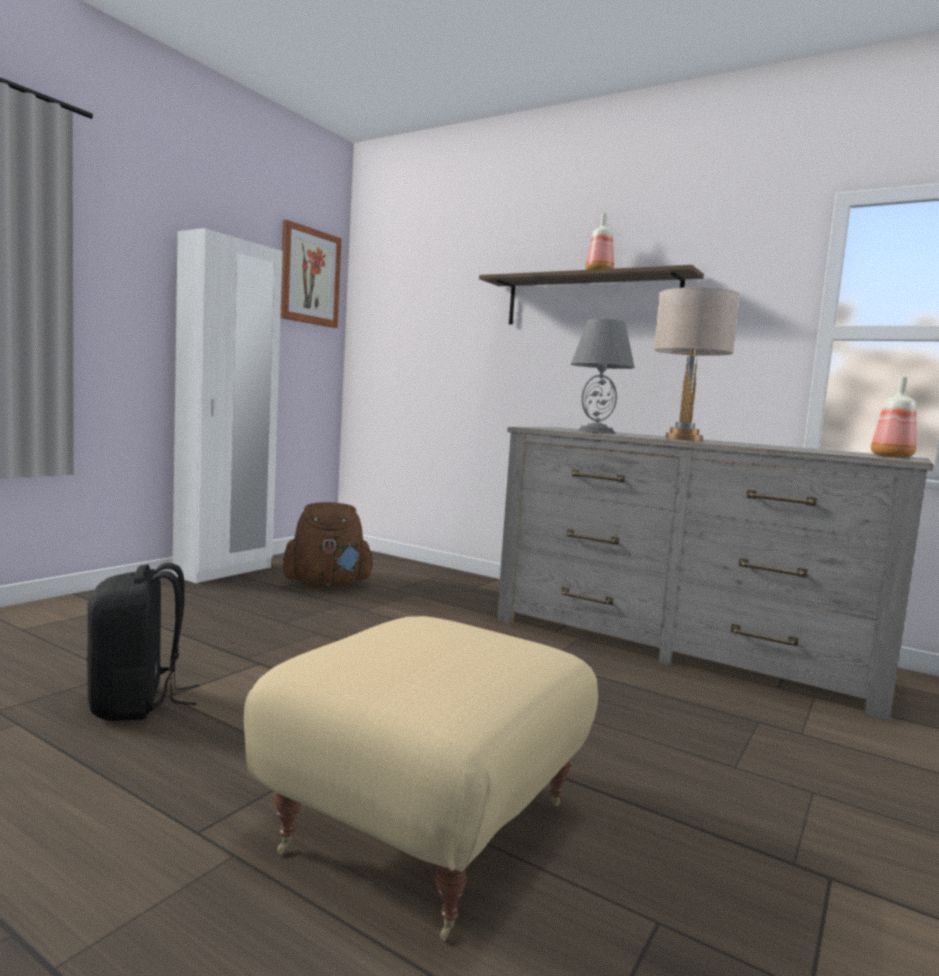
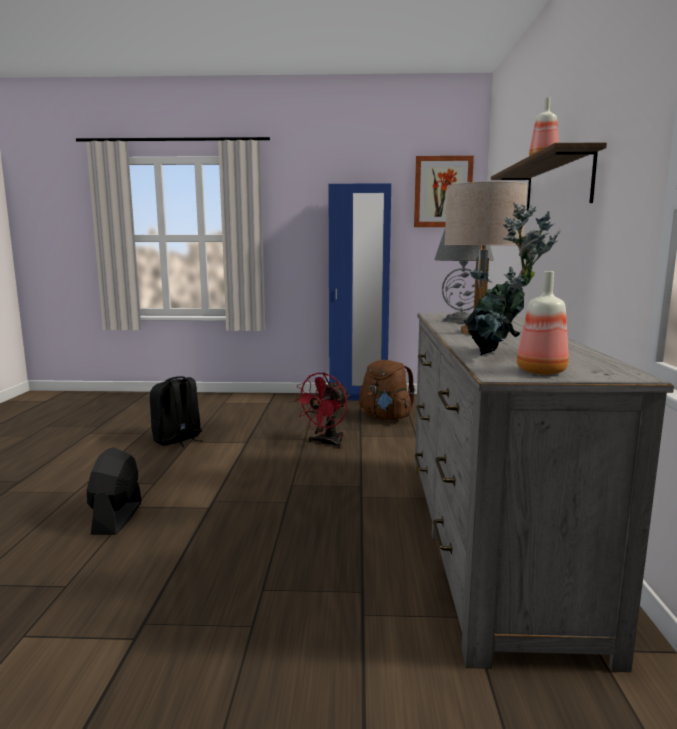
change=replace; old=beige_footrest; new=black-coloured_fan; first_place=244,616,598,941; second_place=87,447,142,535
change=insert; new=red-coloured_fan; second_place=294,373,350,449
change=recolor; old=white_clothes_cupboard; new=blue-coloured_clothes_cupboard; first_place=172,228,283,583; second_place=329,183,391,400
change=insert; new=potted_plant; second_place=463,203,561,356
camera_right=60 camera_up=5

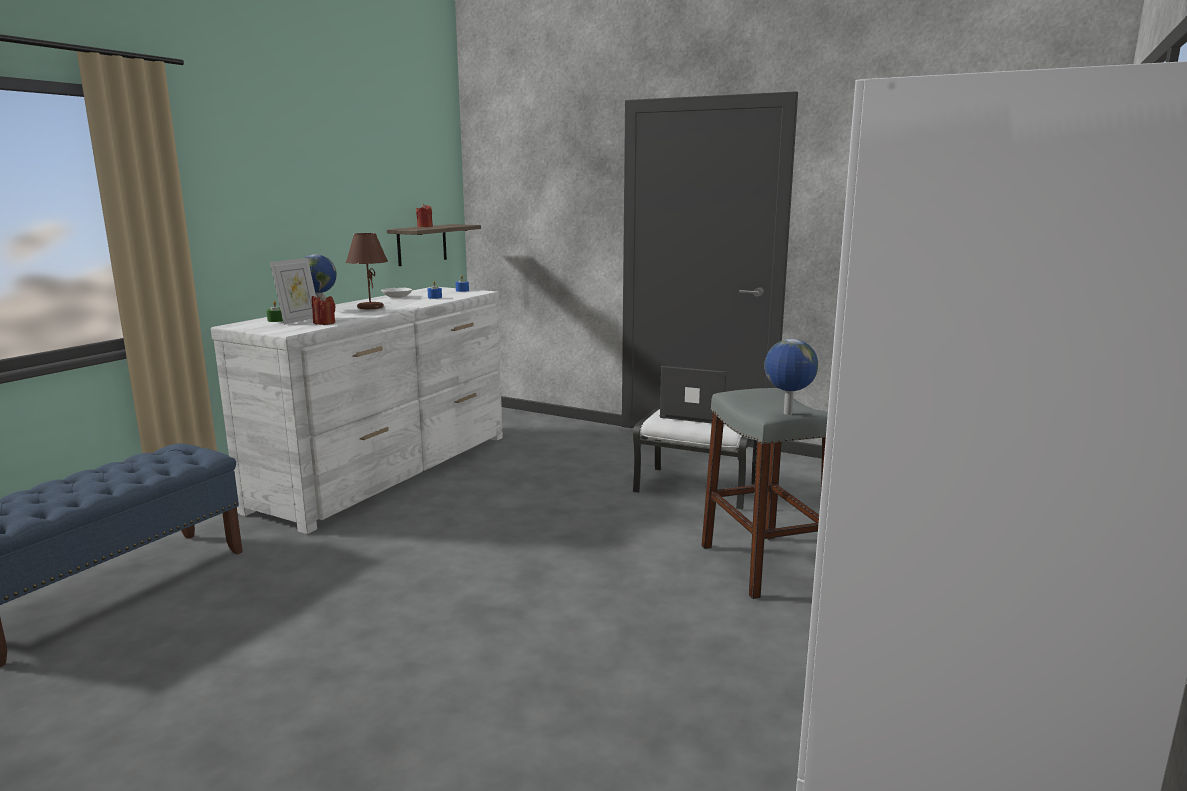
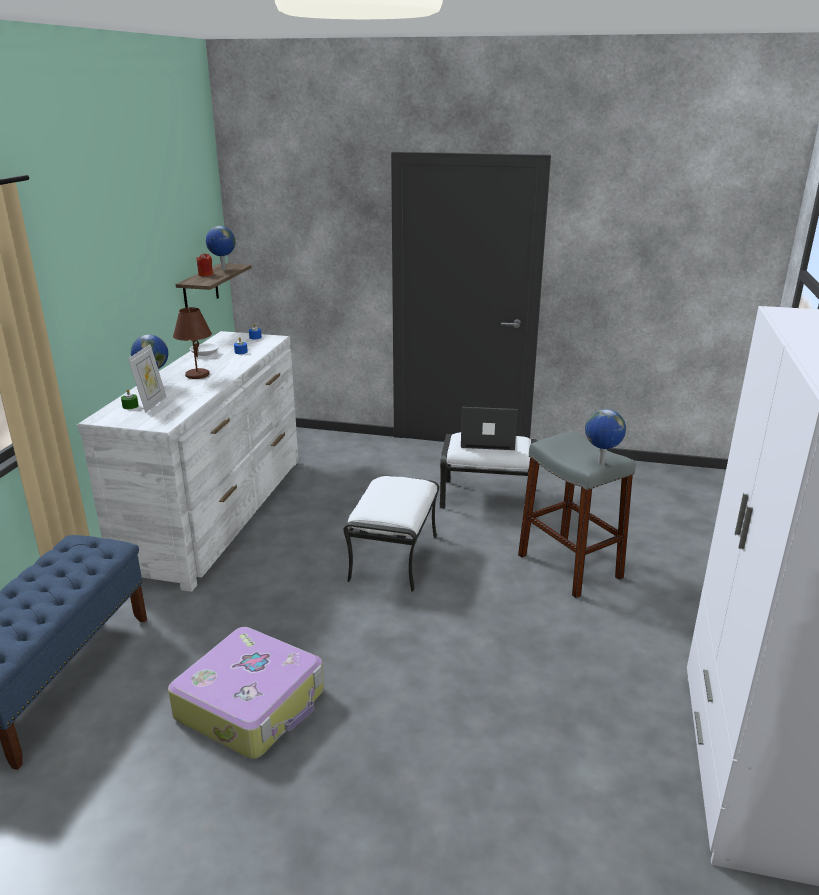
change=insert; new=suitcase; second_place=168,627,324,759
change=insert; new=desk_globe; second_place=206,226,235,270
change=insert; new=white_footrest; second_place=343,475,439,592
change=delete; old=red-coloured_candle; first_place=312,293,336,325
camera_right=-15 camera_up=10

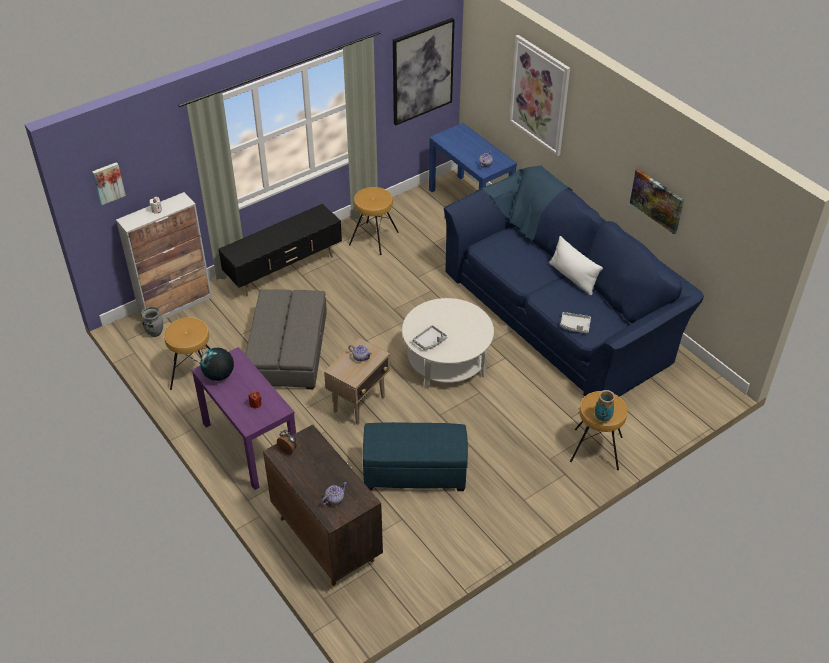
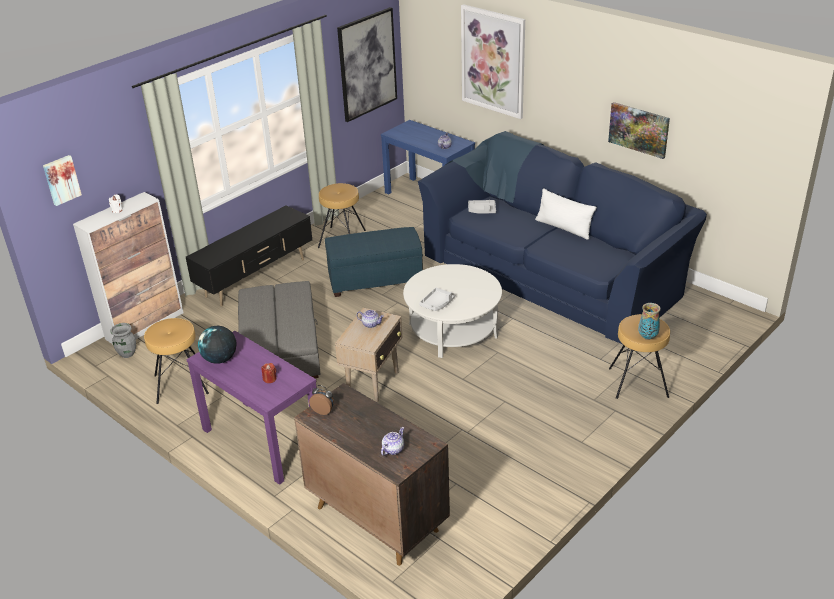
change=move; old=blue-coloured_footrest; first_place=363,422,468,491; second_place=325,227,423,297
change=move; old=grey_tray; first_place=560,312,591,333; second_place=468,200,496,214
camera_right=-10 camera_up=-10

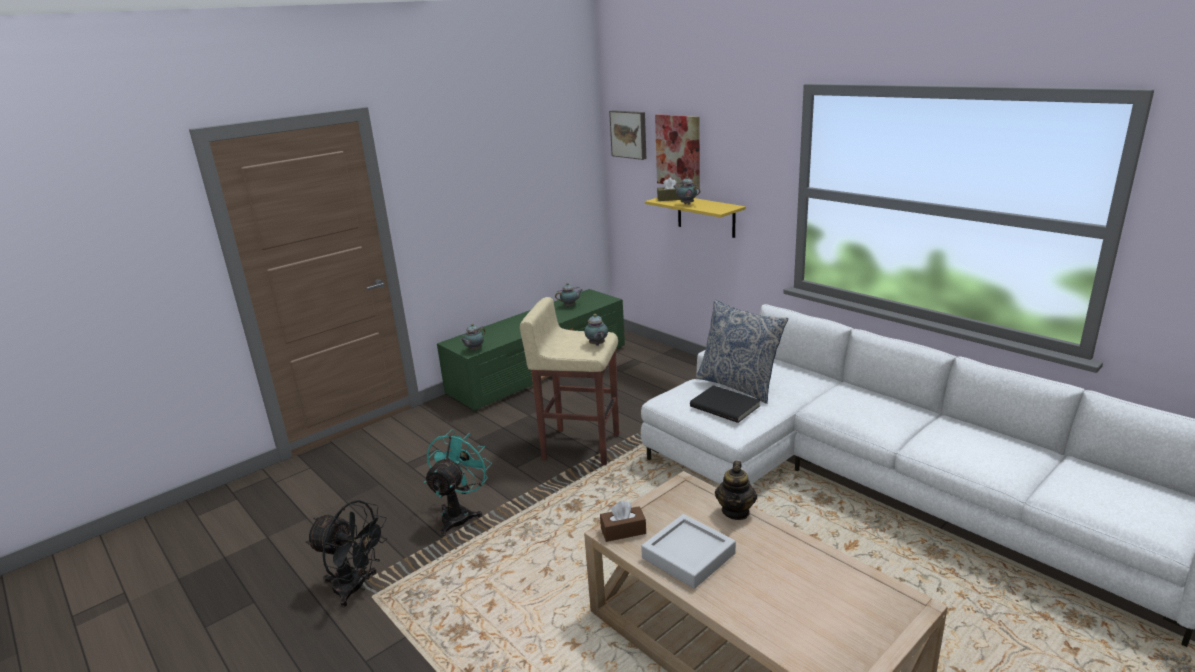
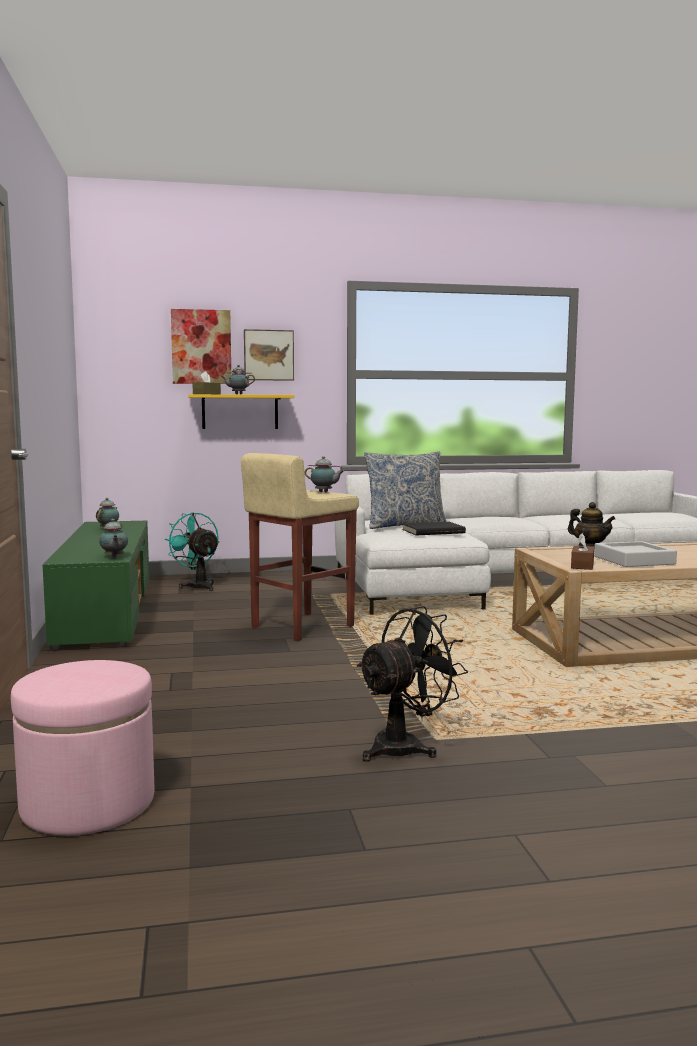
change=insert; new=pink-coloured_footrest; second_place=11,660,154,836
change=move; old=turquoise_fan; first_place=424,429,492,536; second_place=164,513,220,591
change=move; old=picture; first_place=609,110,646,160; second_place=244,329,294,381
camera_right=-60 camera_up=-15

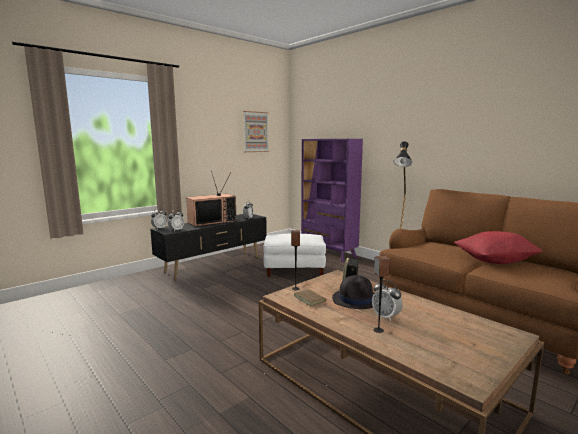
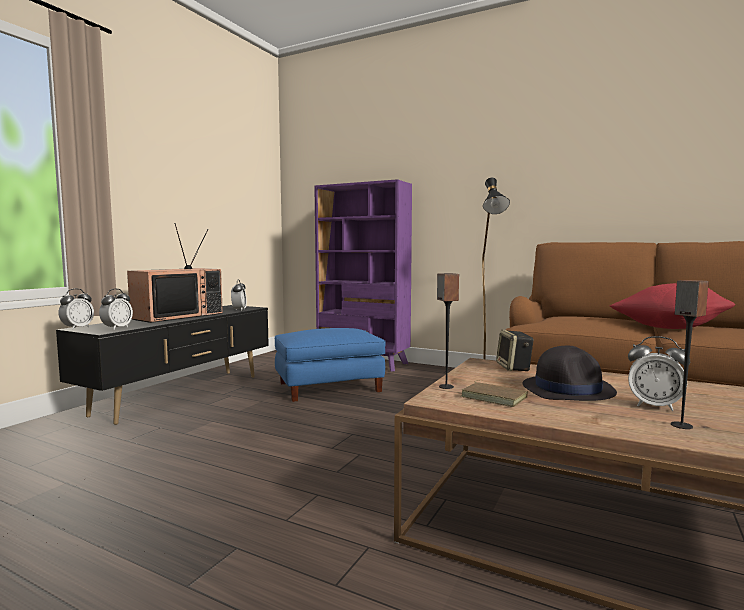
change=recolor; old=white_footrest; new=blue-coloured_footrest; first_place=263,234,326,277; second_place=275,328,386,402
change=delete; old=picture; first_place=243,111,269,152
camera_right=-20 camera_up=-5

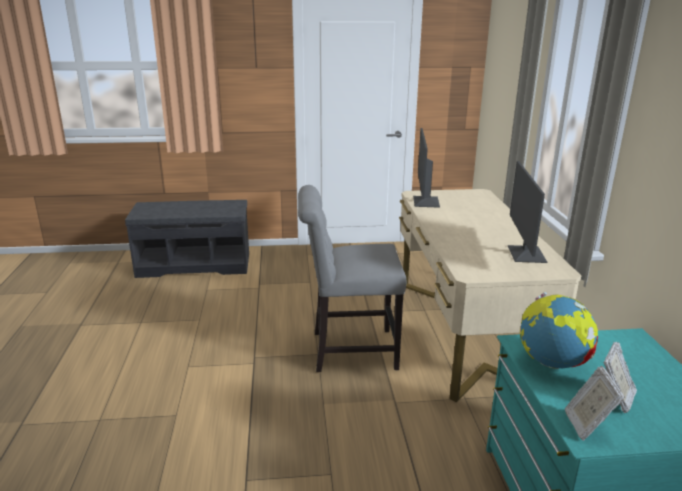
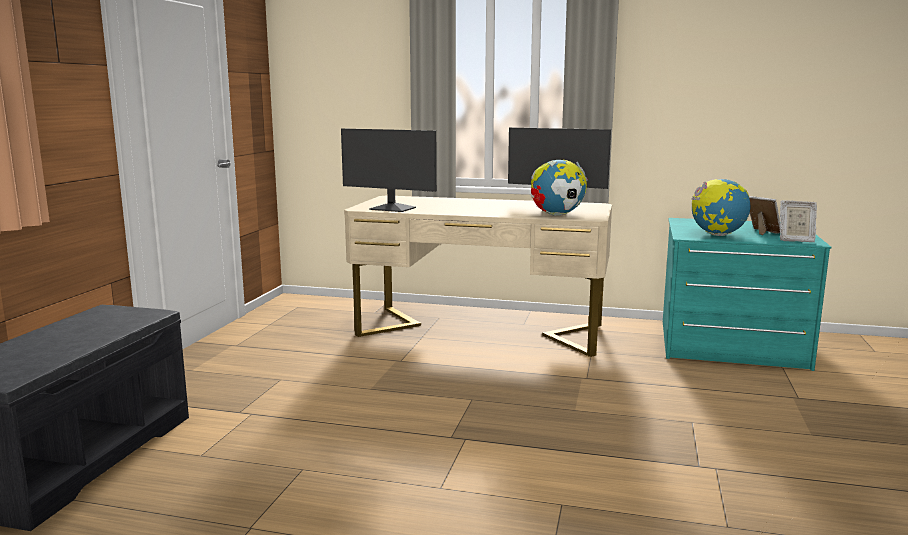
change=insert; new=desk_globe; second_place=531,160,588,216
change=delete; old=grey_upright_chair; first_place=298,185,406,372
camera_right=-70 camera_up=-10

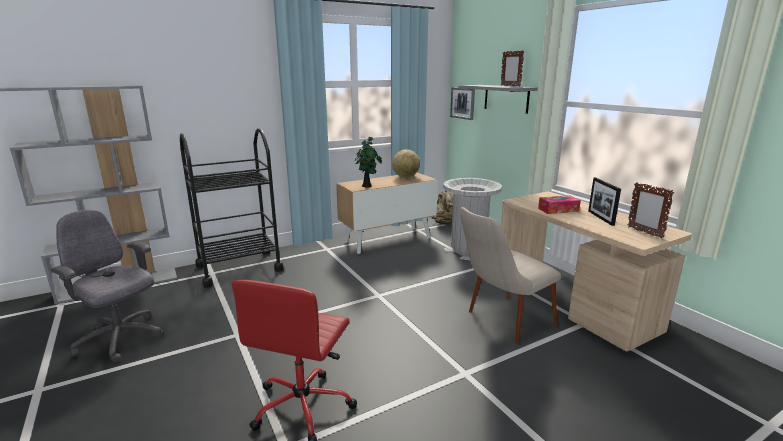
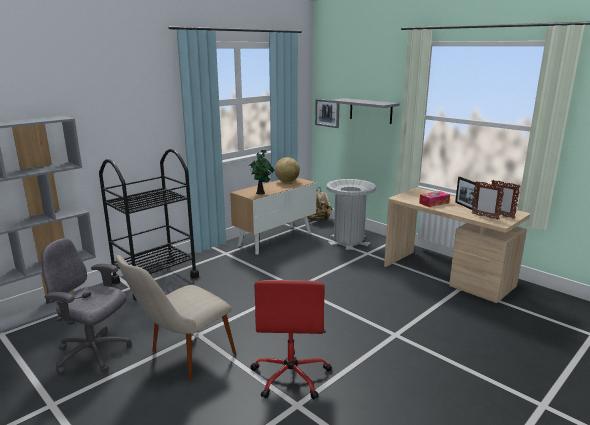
change=move; old=beige_upright_chair; first_place=460,207,562,344; second_place=116,255,236,381
change=move; old=standing_frame; first_place=501,50,524,87; second_place=472,181,505,220
camera_right=-15 camera_up=0

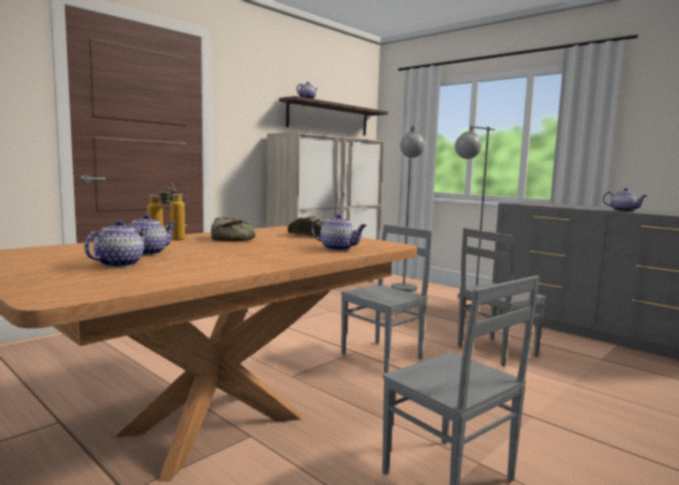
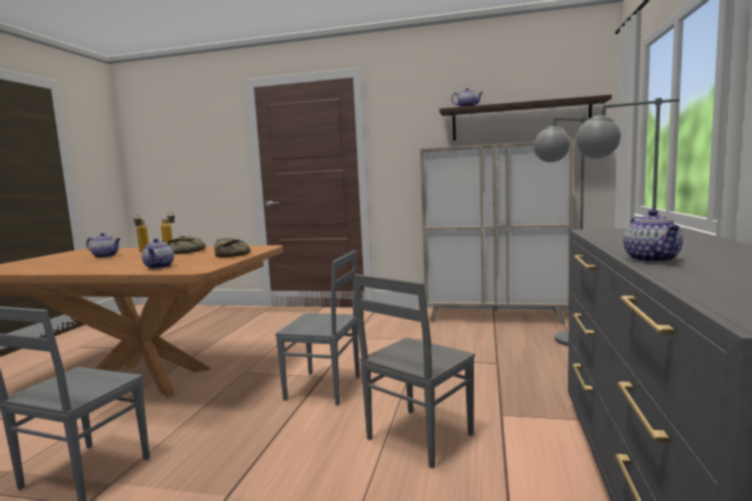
change=rotate; old=grey_upright_chair; first_place=458,228,546,366; second_place=354,274,475,469; degrees=-75
change=delete; old=teapot; first_place=84,220,148,267
camera_right=60 camera_up=0

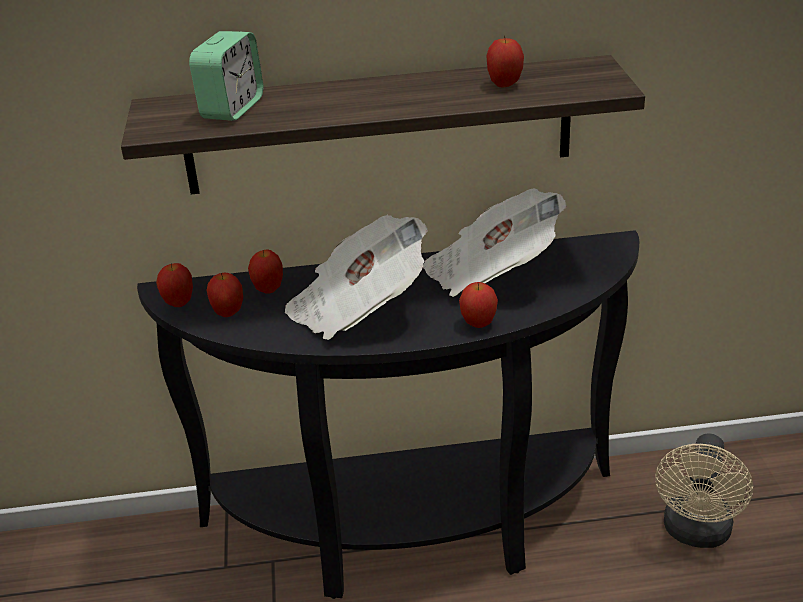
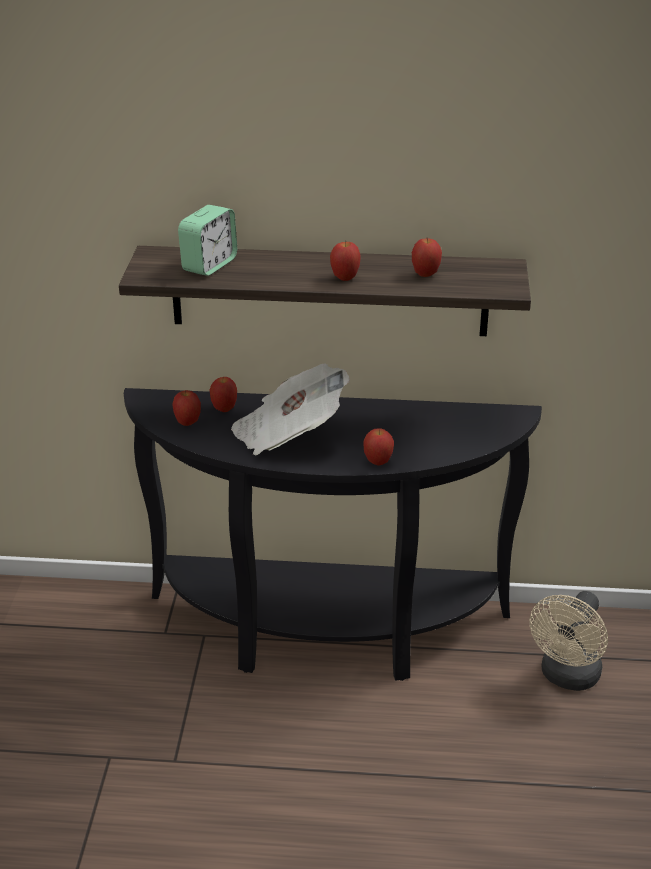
change=move; old=apple_fruit; first_place=156,263,193,307; second_place=330,242,361,281
change=delete; old=daily_paper; first_place=423,188,567,297
camera_right=10 camera_up=0

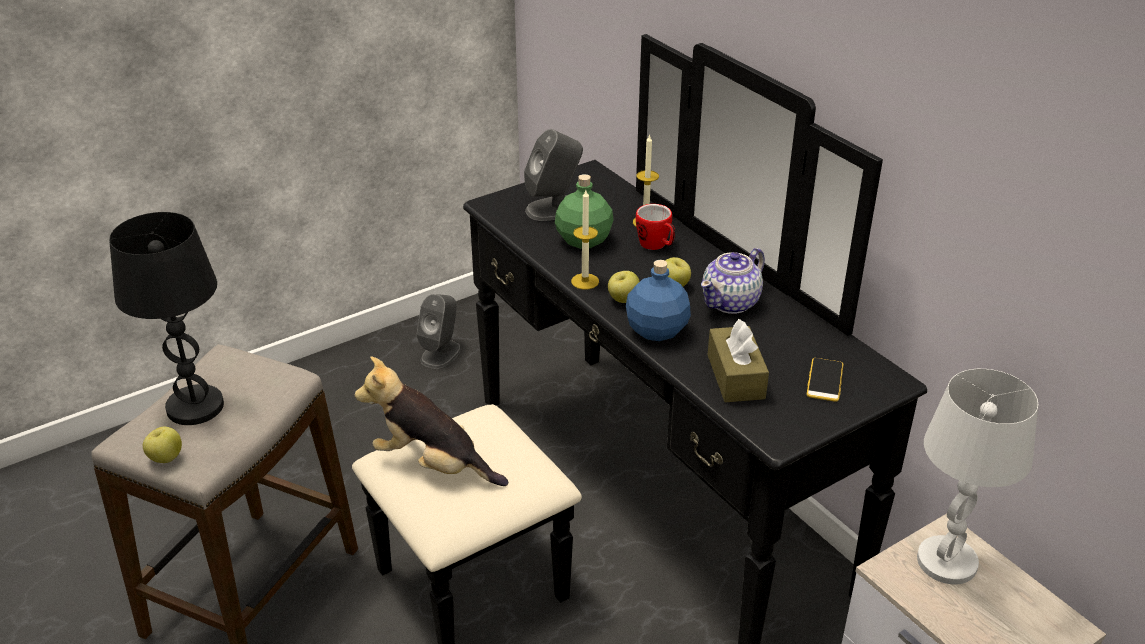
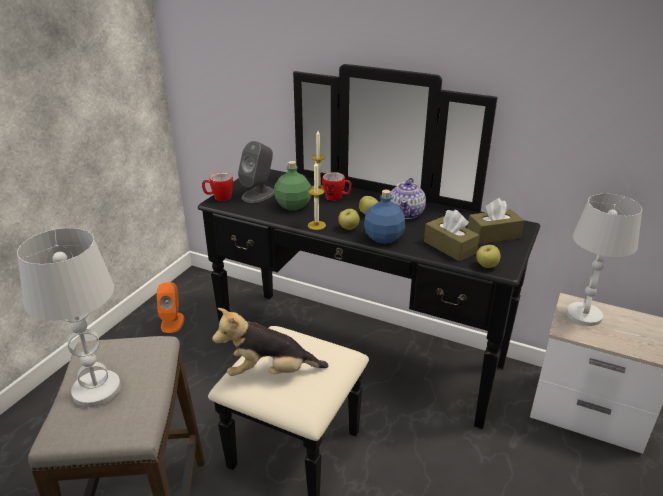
change=recolor; old=black-coloured_lamp_for_a_table; new=white_lamp_for_a_table; first_place=109,212,224,425; second_place=17,228,121,407
change=recolor; old=grey_speaker; new=orangey_speaker; first_place=416,294,461,369; second_place=156,282,184,333
change=insert; new=mug; second_place=202,173,233,201
change=replace; old=phone; new=brown-coloured_box_of_tissues; first_place=807,358,843,402; second_place=468,198,524,244
change=move; old=apple_fruit; first_place=143,427,182,463; second_place=476,245,500,268
camera_right=-30 camera_up=-5

